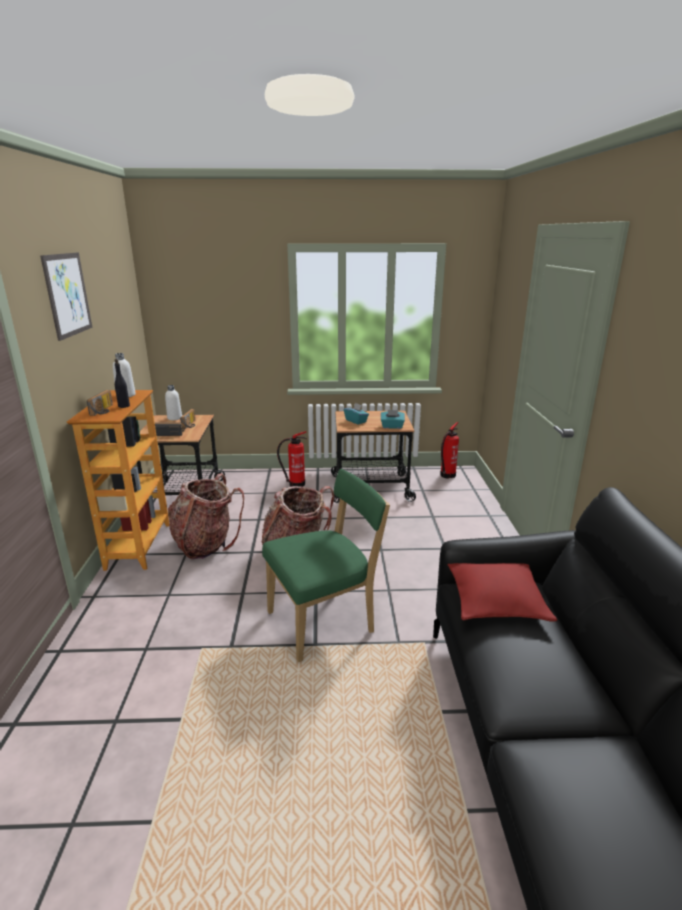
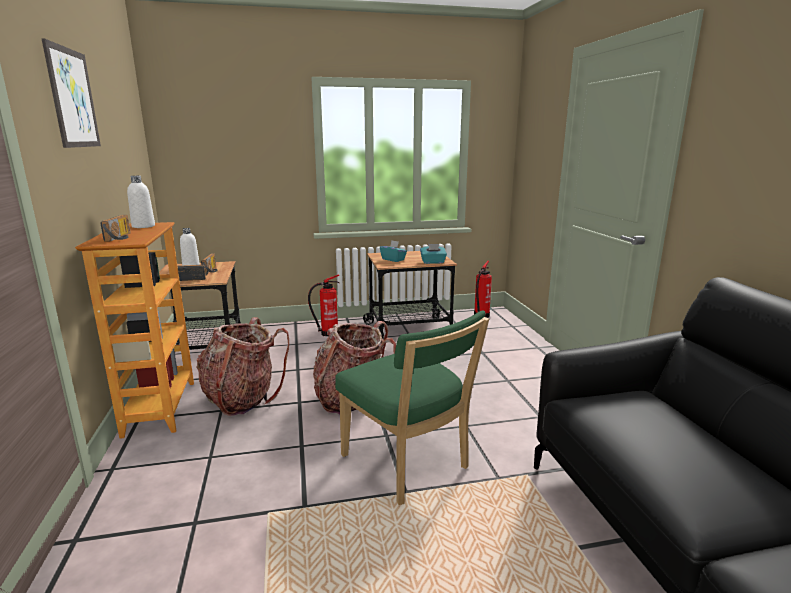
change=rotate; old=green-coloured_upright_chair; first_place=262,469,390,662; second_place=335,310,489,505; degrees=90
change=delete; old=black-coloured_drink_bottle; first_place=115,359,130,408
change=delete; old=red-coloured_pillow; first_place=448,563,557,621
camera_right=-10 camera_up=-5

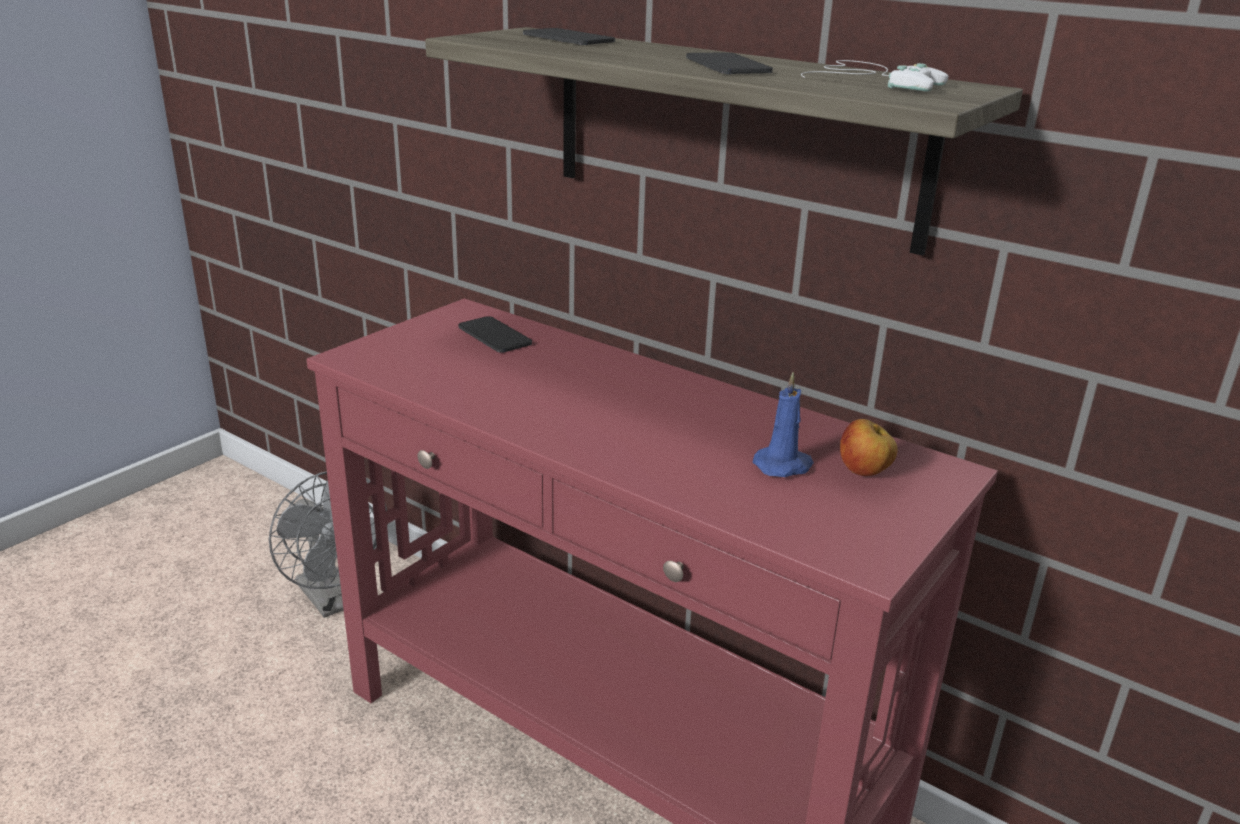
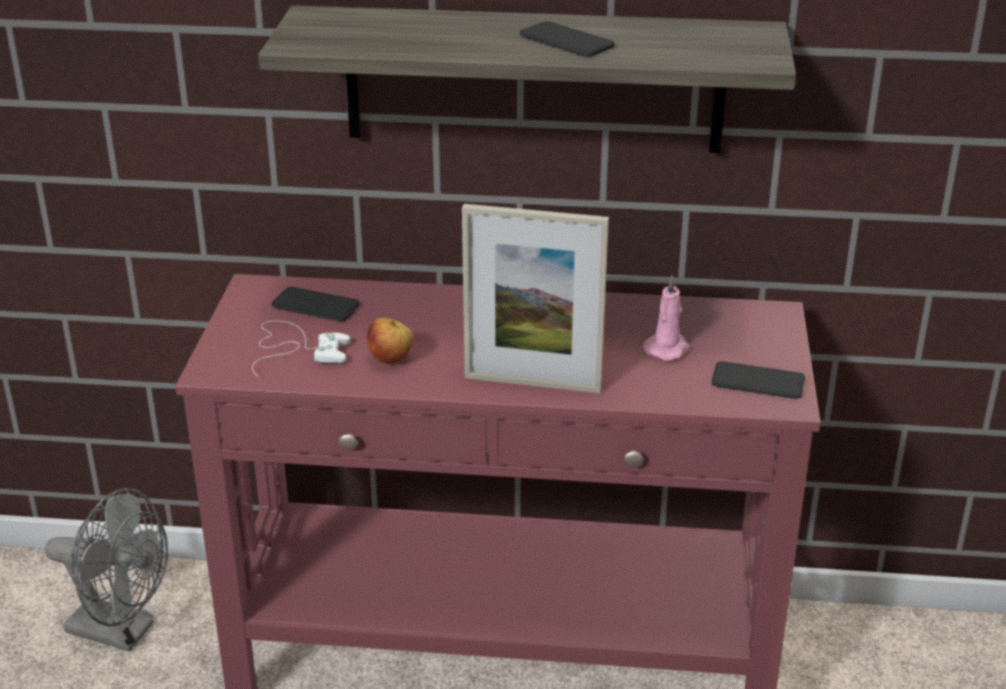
change=move; old=white_gamepad; first_place=801,60,948,91; second_place=252,321,350,376
change=move; old=apple_fruit; first_place=840,419,898,476; second_place=367,318,414,364
change=insert; new=standing_frame; second_place=462,204,609,393
change=recolor; old=blue-coloured_candle; new=pink-coloured_candle; first_place=752,372,814,477; second_place=643,275,690,361
change=move; old=phone; first_place=523,28,615,45; second_place=711,361,805,399
camera_right=-30 camera_up=5

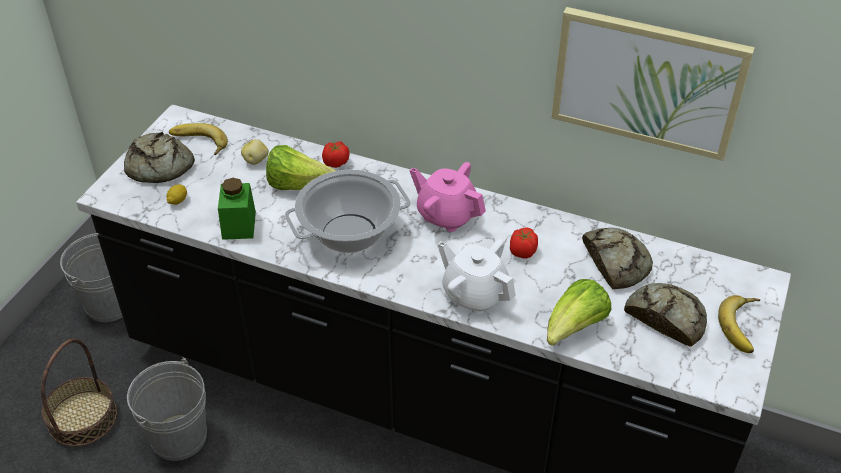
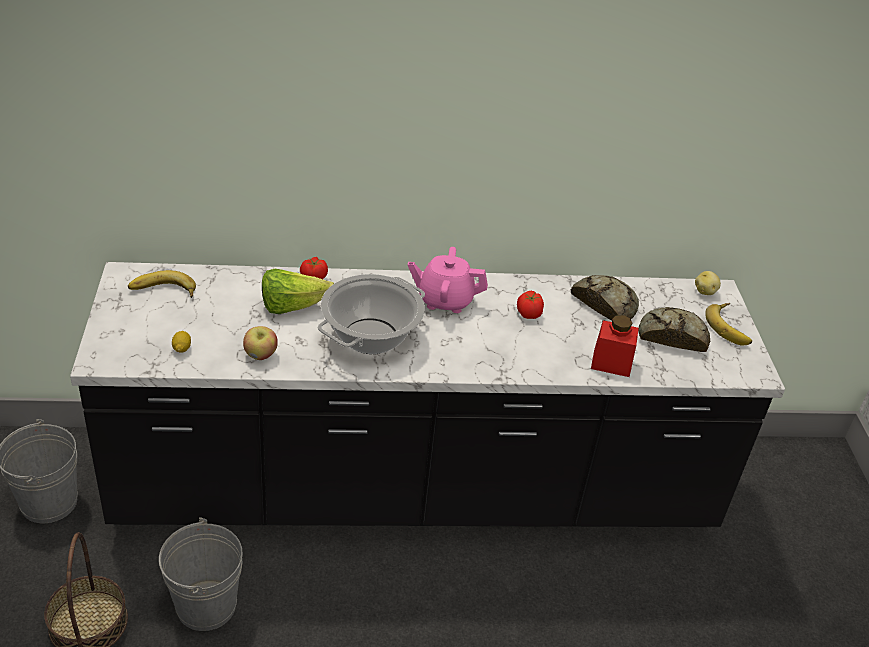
change=replace; old=green-coloured_jar; new=apple_fruit; first_place=218,178,256,240; second_place=243,326,278,360
change=replace; old=lettuce_head; new=red-coloured_jar; first_place=547,279,611,346; second_place=591,315,639,377
change=move; old=spud; first_place=241,139,269,165; second_place=695,271,721,295
change=delete; old=baked_bread; first_place=124,132,195,183
change=delete; old=white_teapot; first_place=437,239,516,314
change=delete; old=picture; first_place=551,7,755,161
camera_right=-30 camera_up=-5

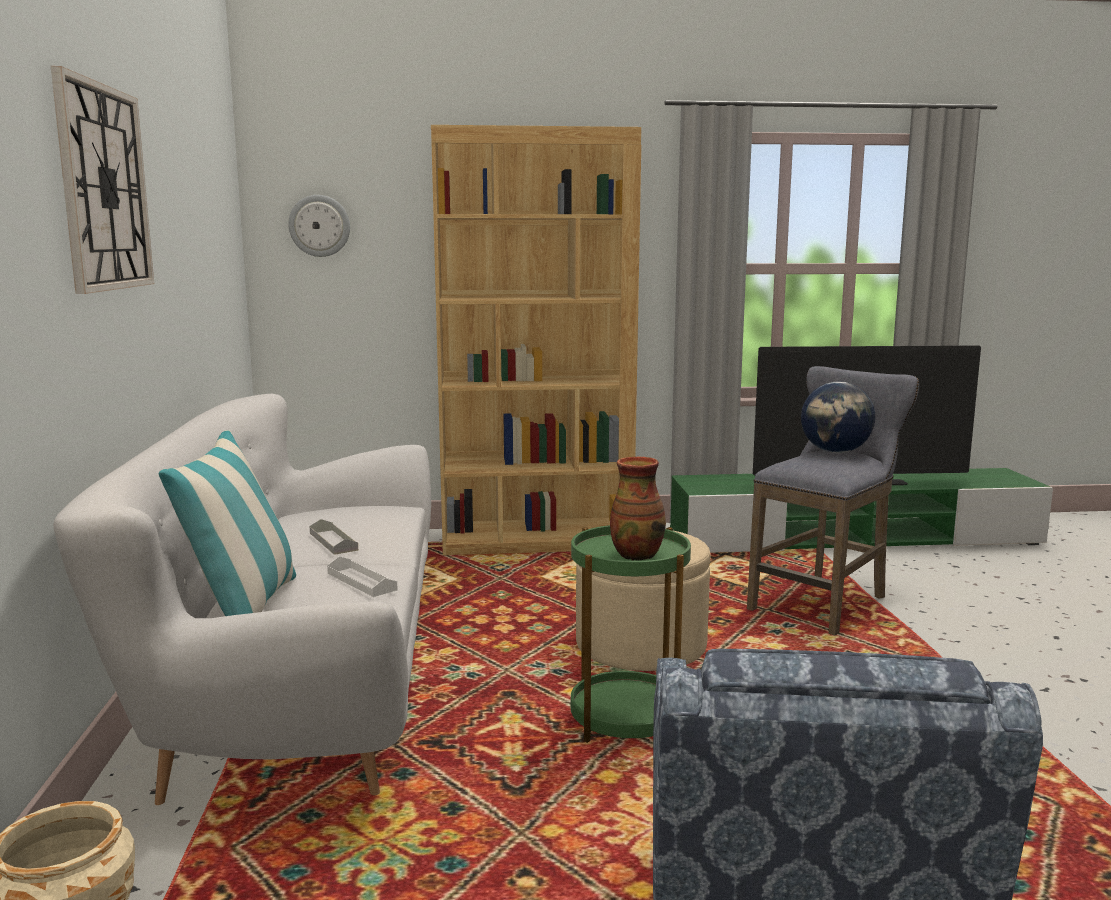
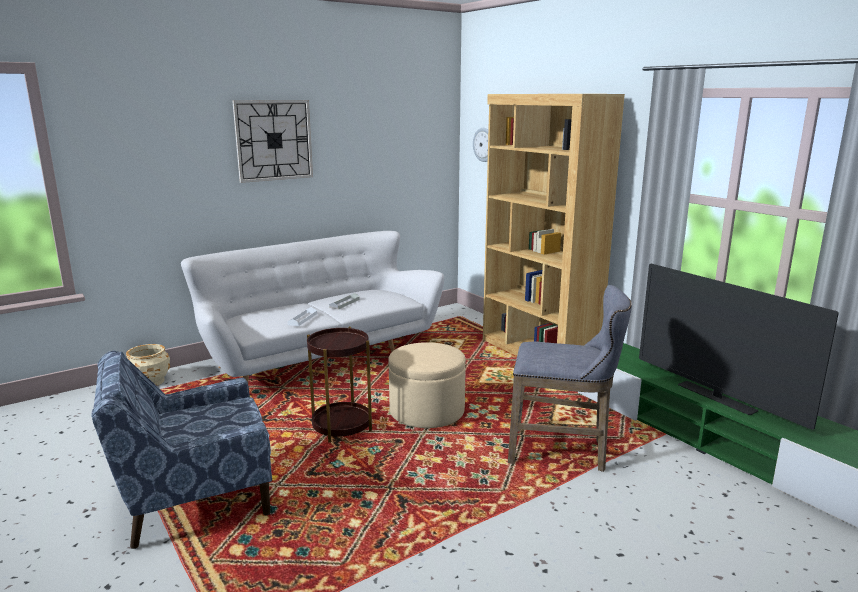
change=recolor; old=green-coloured_accent_table; new=brown-coloured_accent_table; first_place=571,525,691,743; second_place=307,327,372,443
change=delete; old=pillow; first_place=159,430,296,616
change=delete; old=decorative_vase; first_place=610,456,666,561
change=delete; old=desk_globe; first_place=801,382,875,453
camera_right=60 camera_up=5

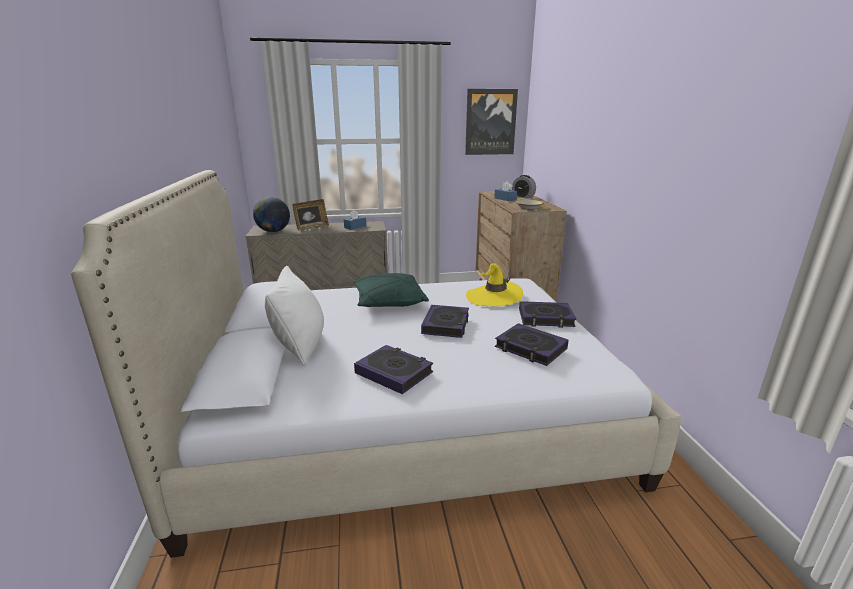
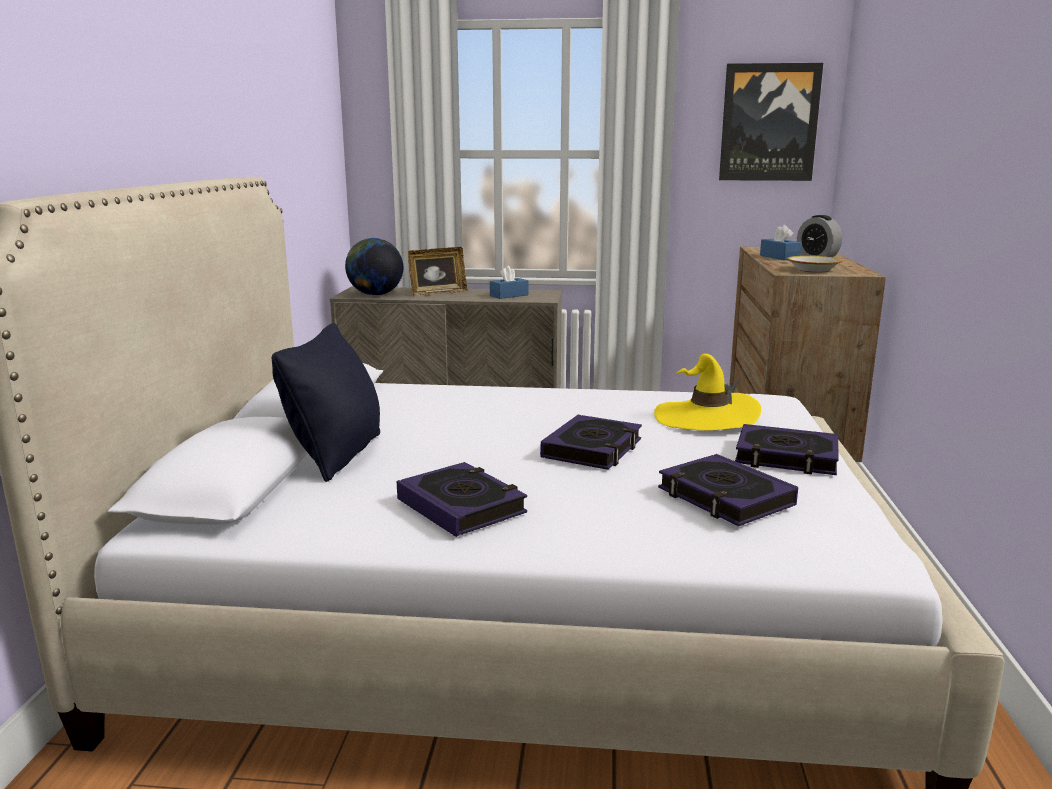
change=recolor; old=white_pillow; new=black-coloured_pillow; first_place=265,266,324,366; second_place=272,323,380,482
change=delete; old=green-coloured_pillow; first_place=353,273,429,307
camera_right=15 camera_up=-5

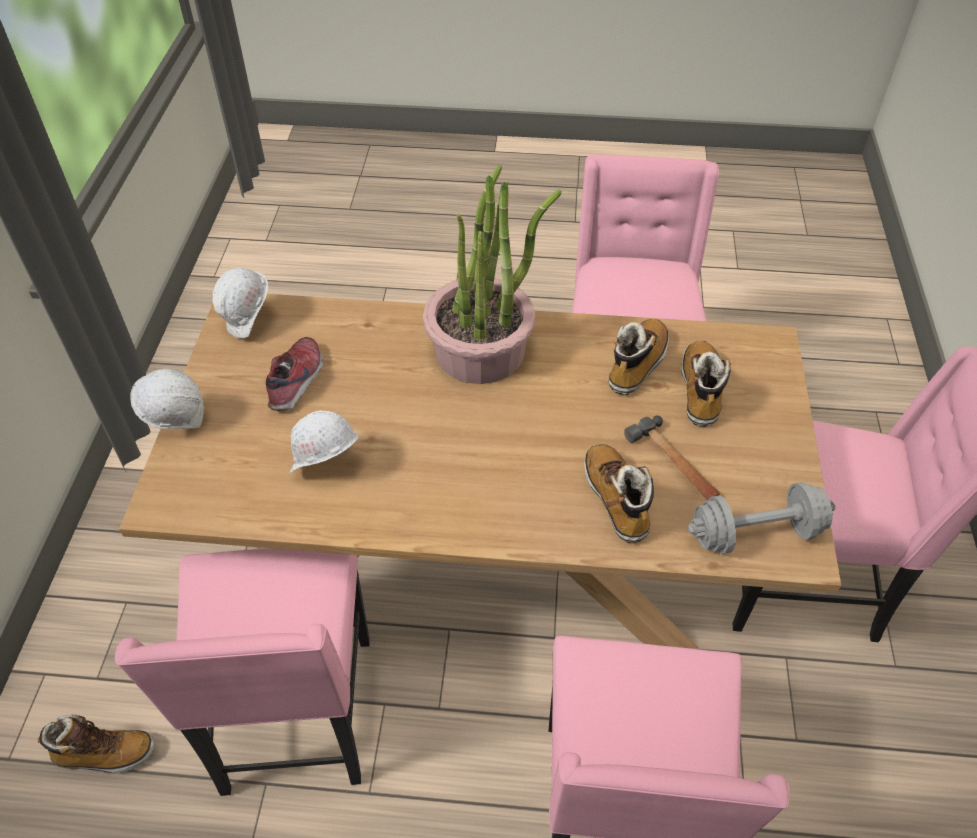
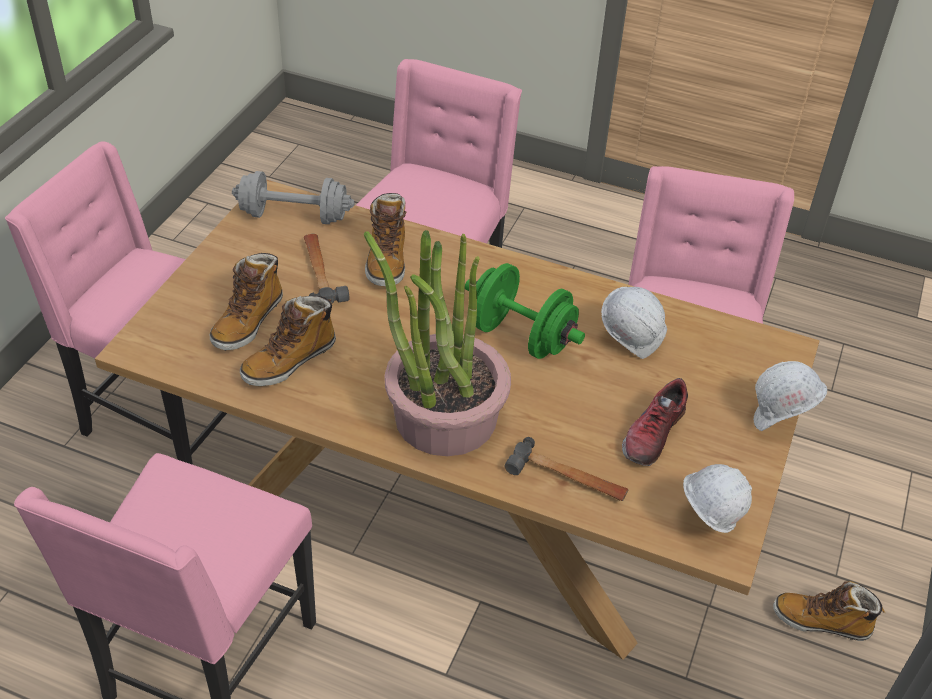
change=insert; new=green-coloured_dumbbell; second_place=465,263,585,359
change=insert; new=hammer; second_place=505,437,629,501
change=move; old=tall_boot; first_place=37,715,155,774; second_place=773,581,885,641
camera_right=-165 camera_up=-5

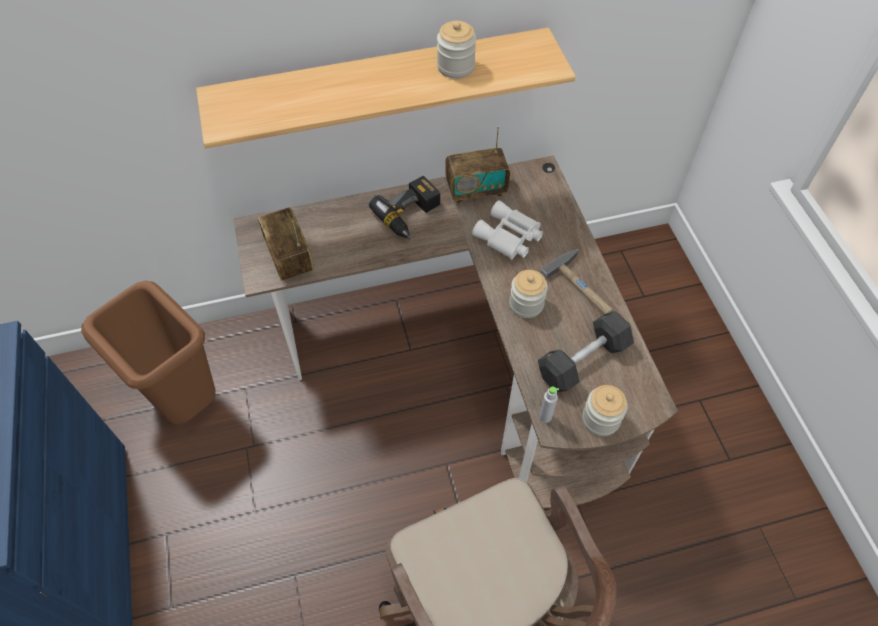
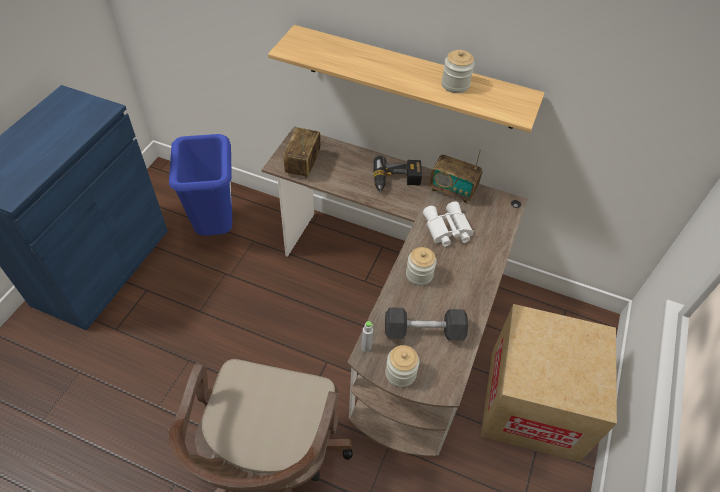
change=recolor; old=brown-coloured_rubbish_bin; new=blue-coloured_rubbish_bin; first_place=81,281,216,424; second_place=169,134,232,236
change=insert; new=carton; second_place=481,304,617,462
change=delete; old=hammer; first_place=540,249,613,314
camera_right=35 camera_up=-5

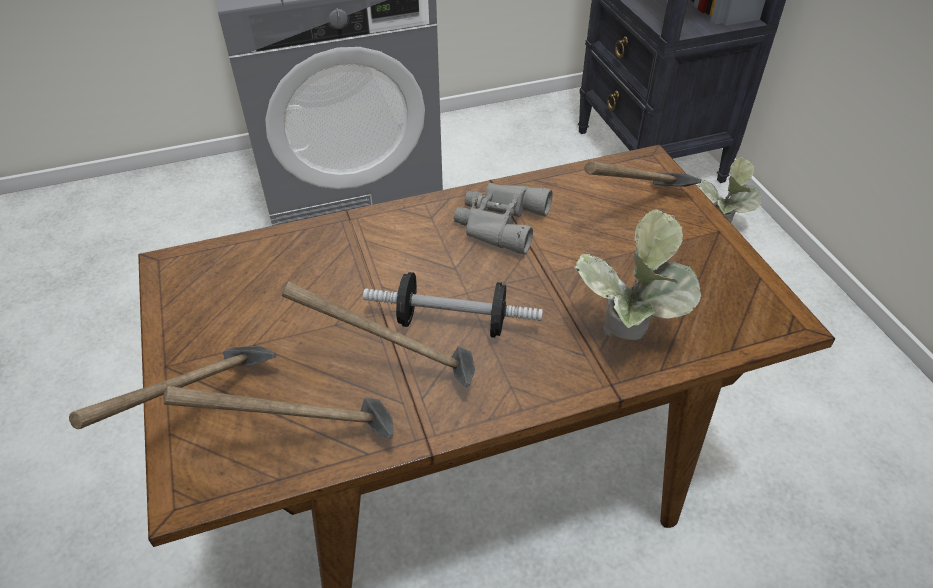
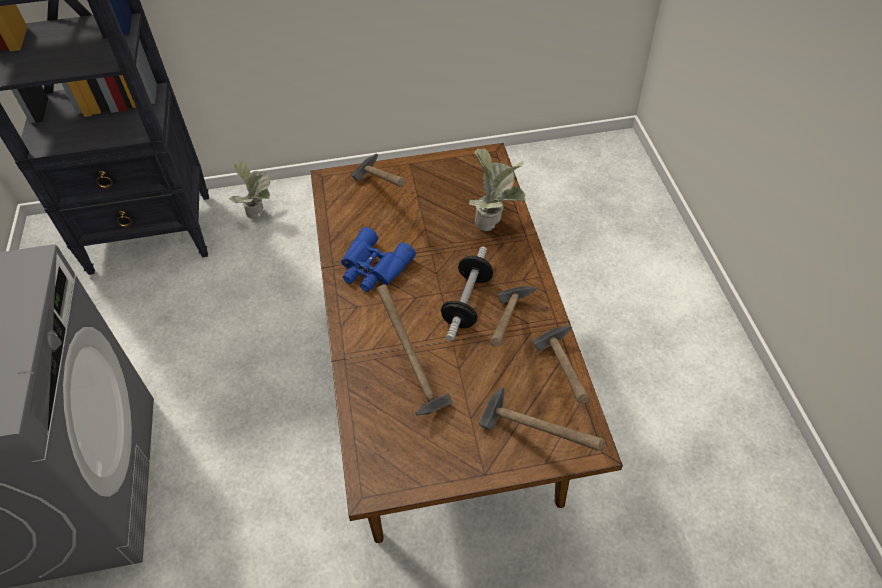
change=recolor; old=grey_pair_of_binoculars; new=blue-coloured_pair_of_binoculars; first_place=454,183,553,254; second_place=341,227,416,292
change=insert; new=hammer; second_place=376,284,452,415
camera_right=-80 camera_up=5

